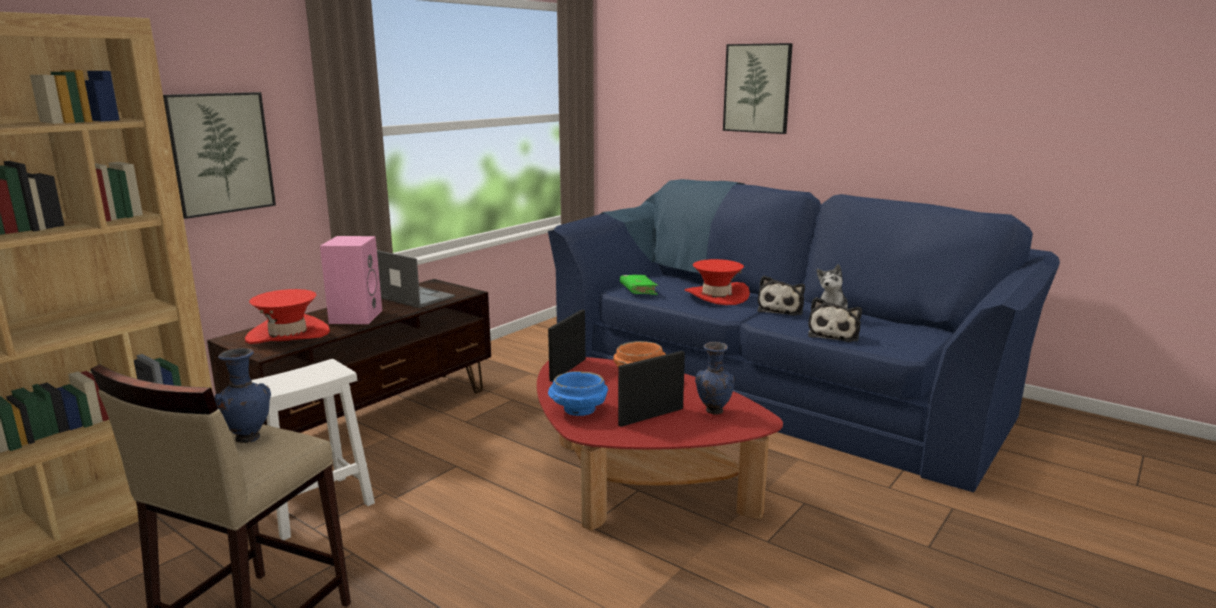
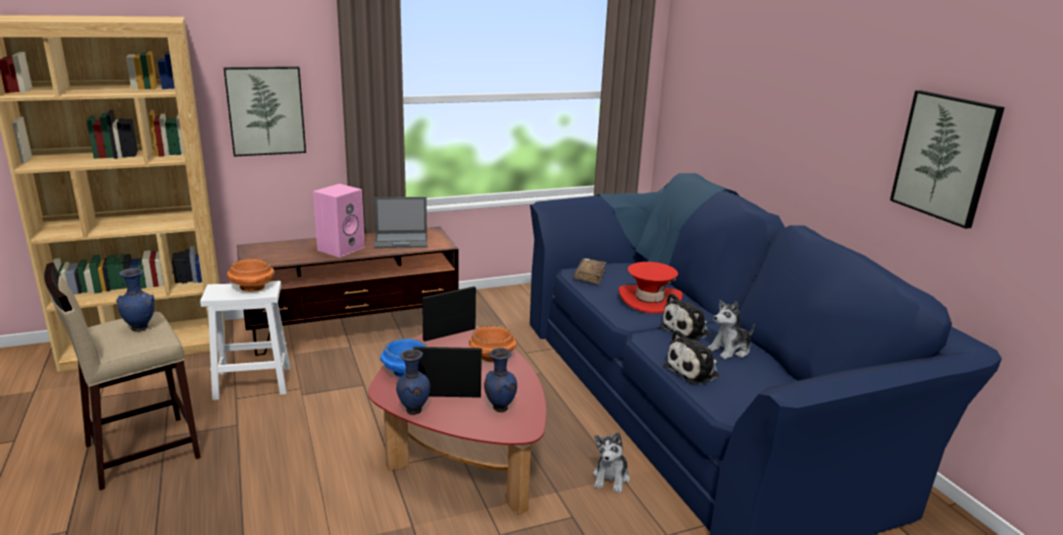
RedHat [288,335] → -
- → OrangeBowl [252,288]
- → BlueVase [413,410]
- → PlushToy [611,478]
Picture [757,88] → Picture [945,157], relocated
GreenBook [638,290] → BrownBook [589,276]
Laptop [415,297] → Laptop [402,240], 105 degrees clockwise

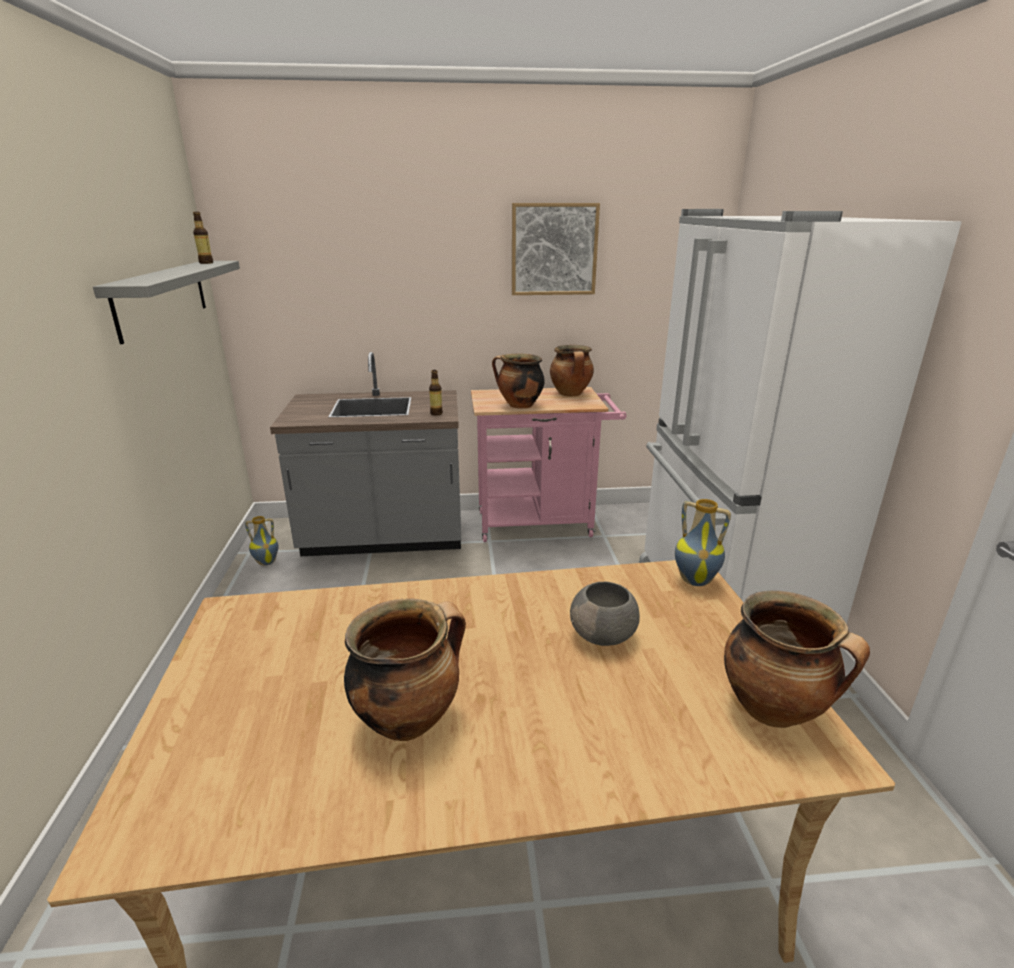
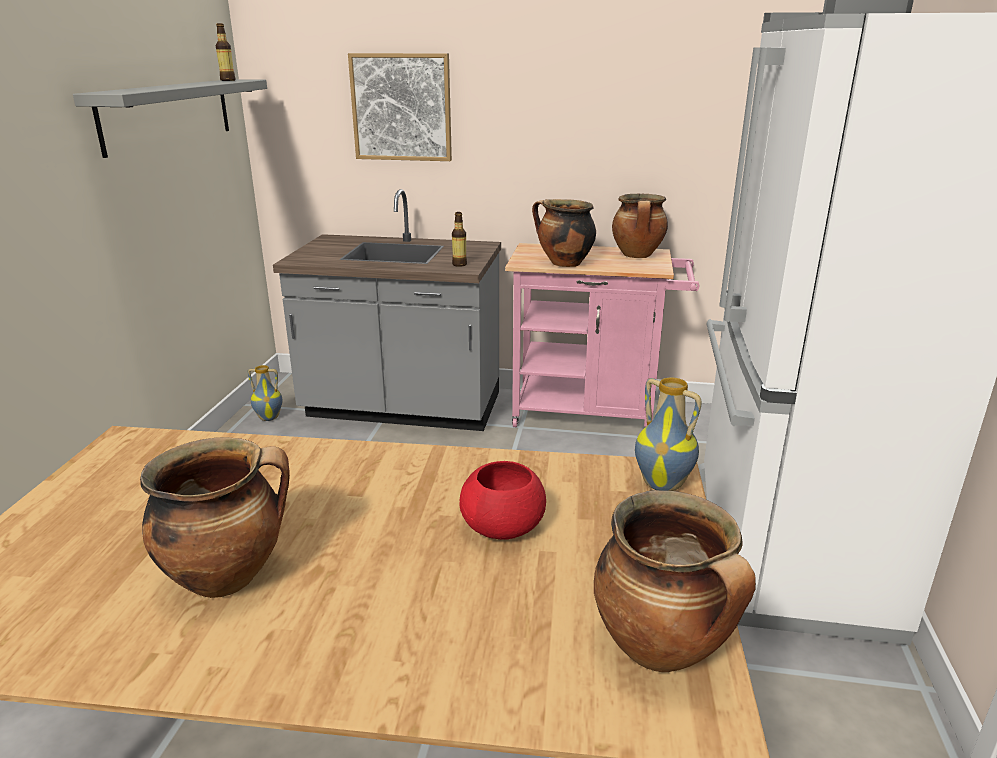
Picture [554,249] → Picture [401,107], relocated
GreyBowl [604,635] → RedBowl [504,527]

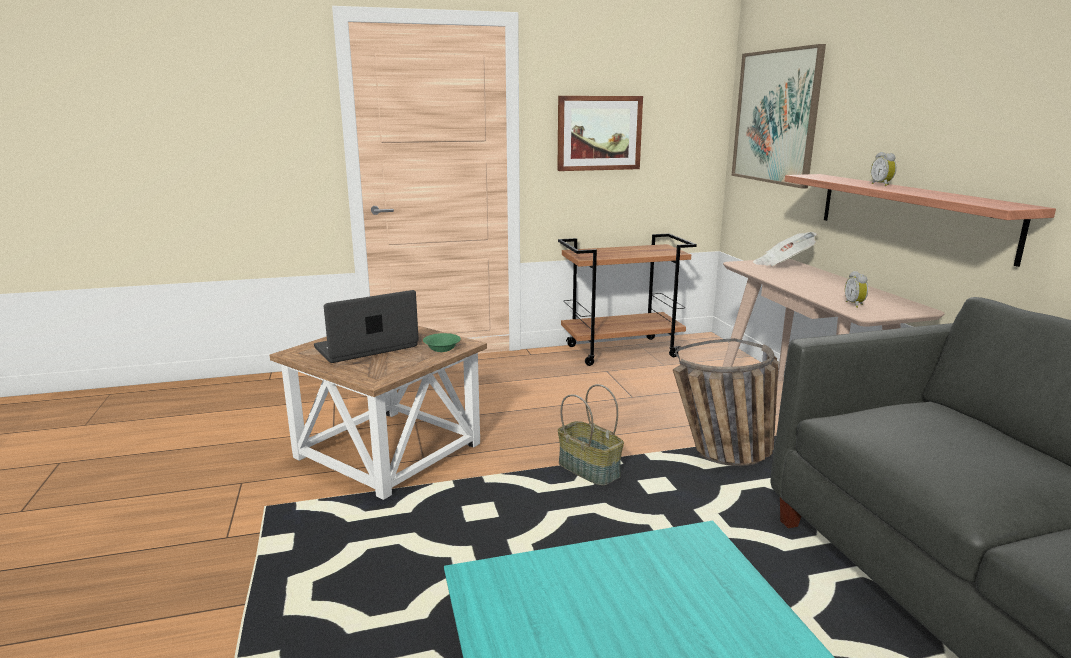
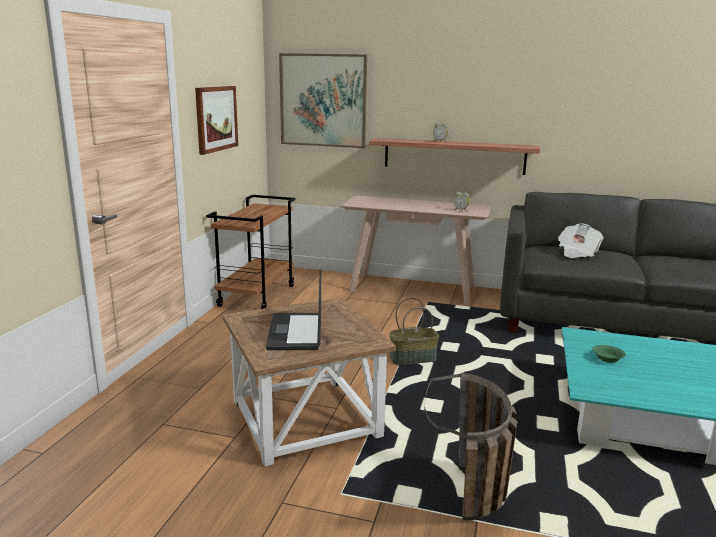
GreenBowl [442,349] → GreenBowl [607,359], relocated
Basket [723,458] → Basket [474,506], relocated
Newspaper [782,264] → Newspaper [577,252], relocated

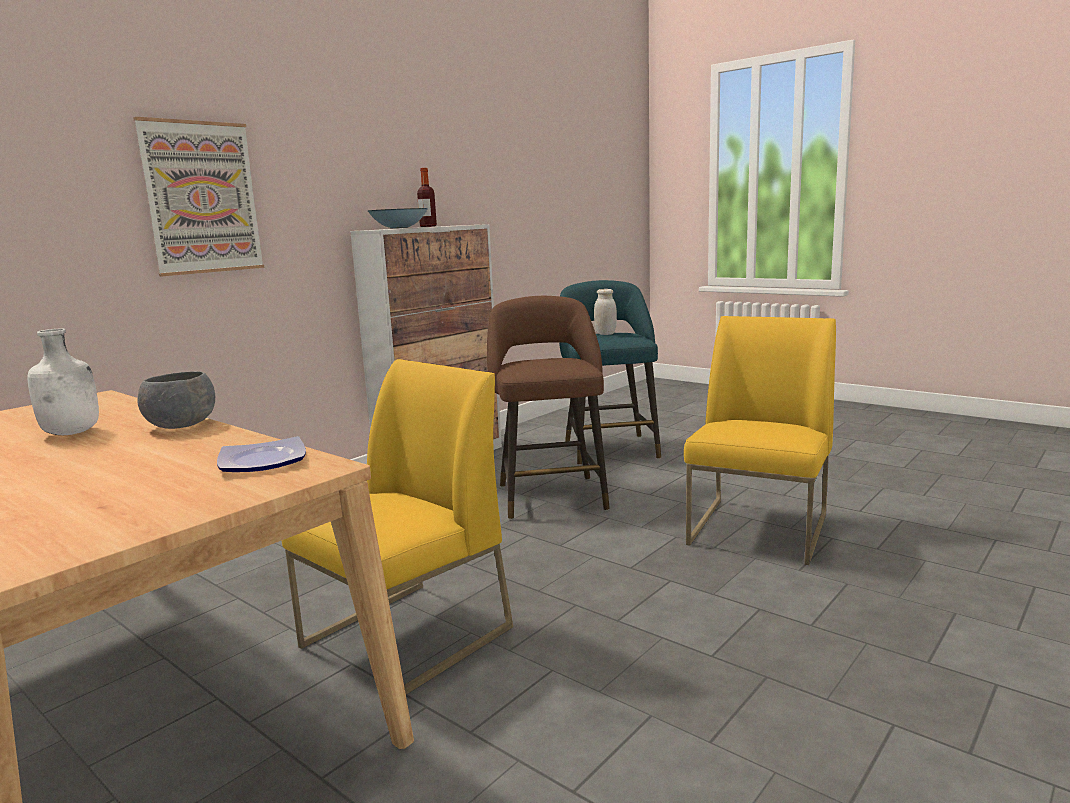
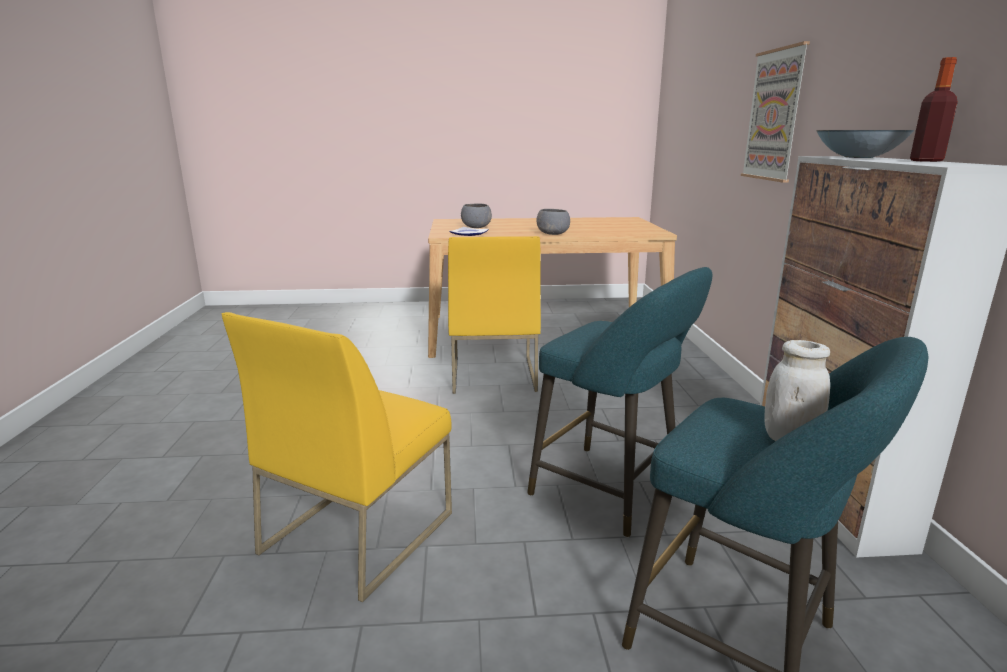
WhiteBottle [73,433] → -
- → GreyBowl [476,227]
BrownStool [550,495] → TurquoiseStool [612,492]
YellowChair [759,530] → YellowChair [358,531], 45 degrees clockwise

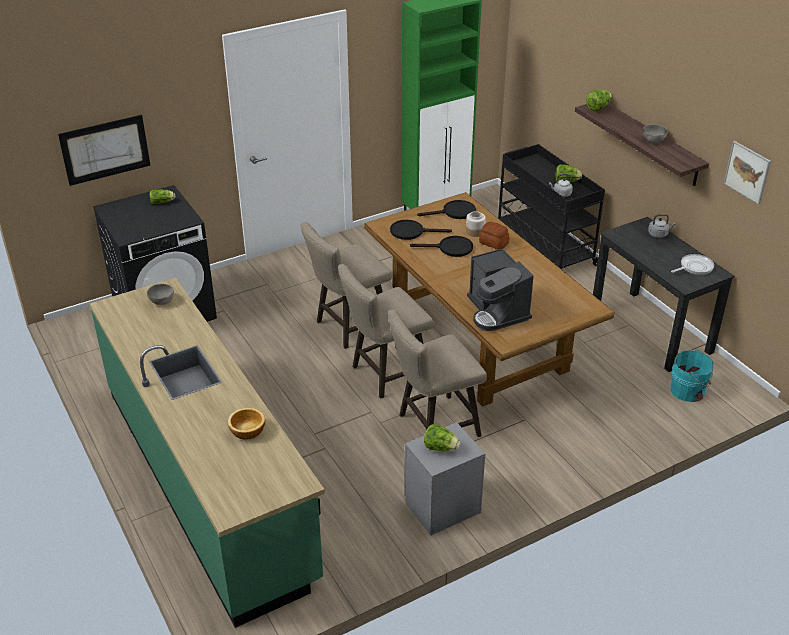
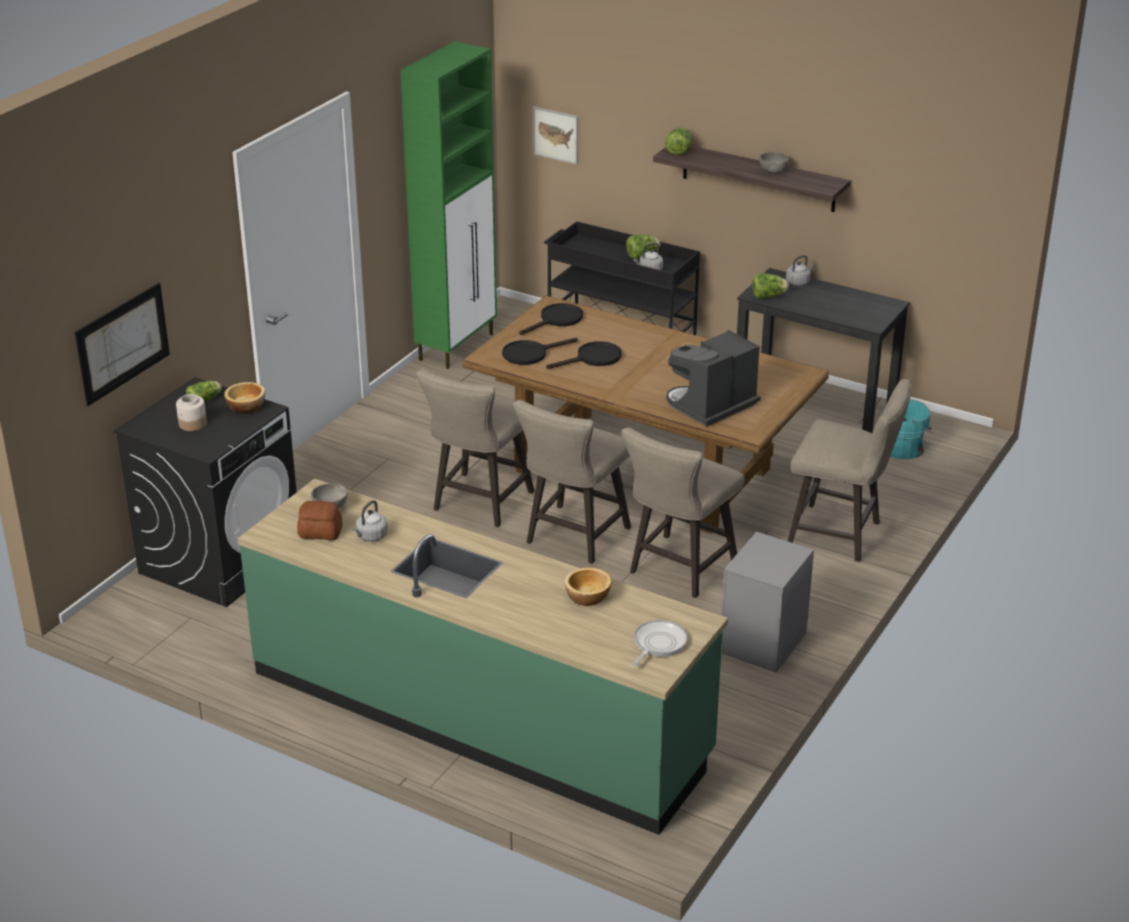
- → Bowl [246,406]
- → GreyKettle [371,537]
- → BeigeStool [841,535]
Lettuce [440,448] → Lettuce [768,296], relocated
Jar [475,232] → Jar [192,424], relocated
Bread [493,243] → Bread [320,532], relocated
FryingPan [694,267] → FryingPan [658,644], relocated
Picture [747,172] → Picture [556,135], relocated
CoffeeMachine [497,312] → CoffeeMachine [711,406], 105 degrees clockwise

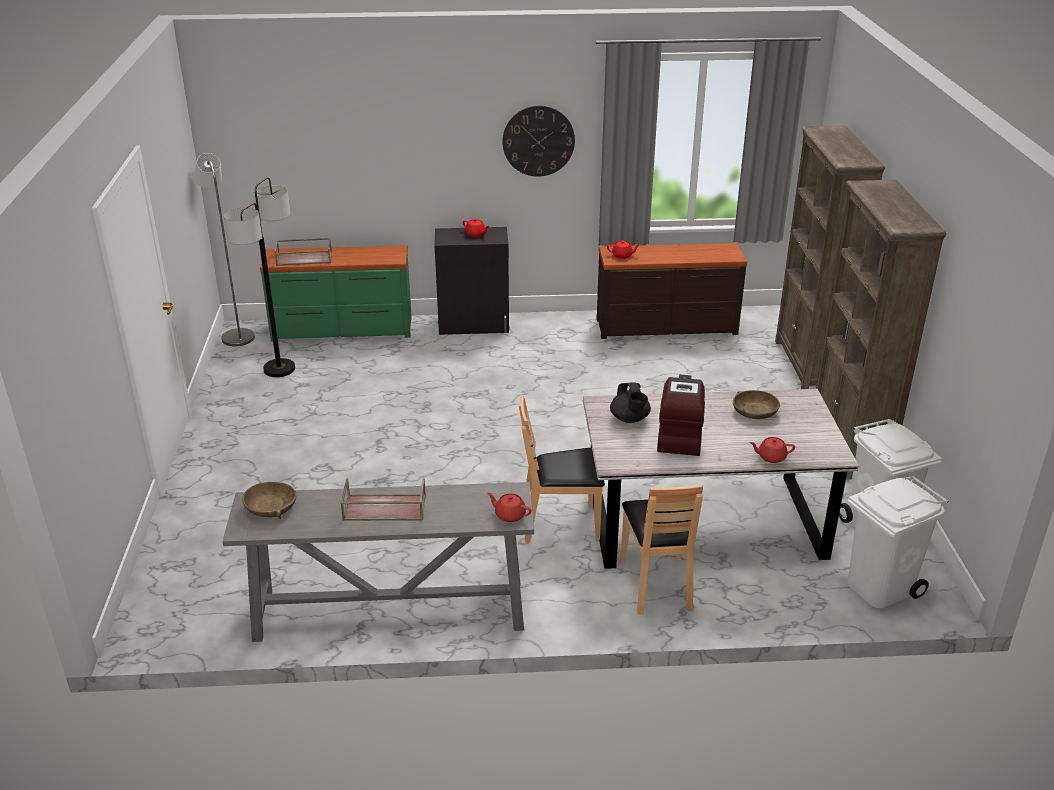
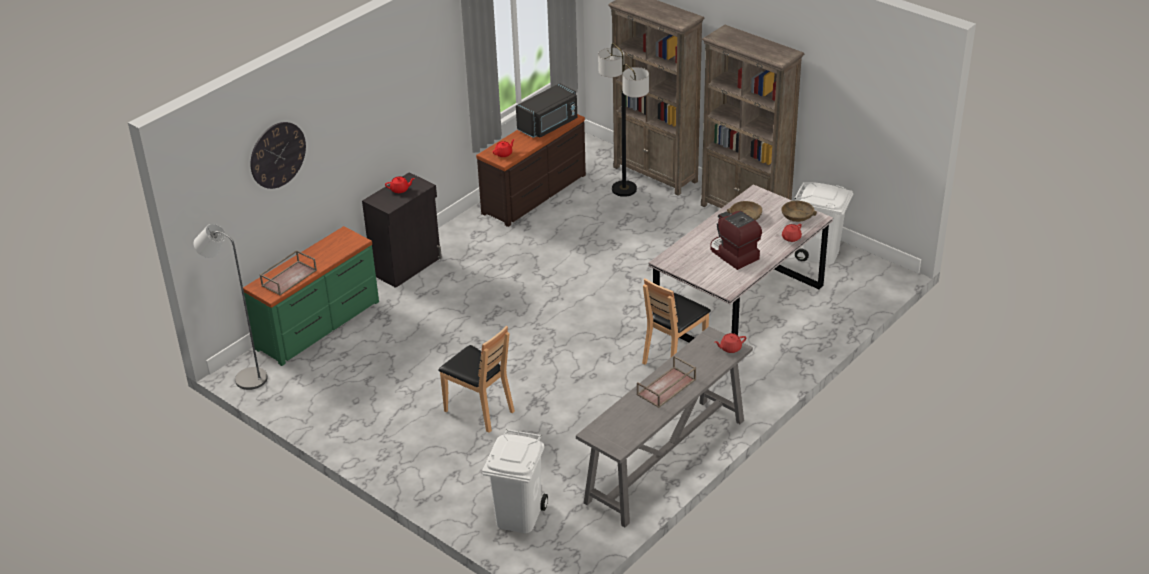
BlackTeapot [630,419] → -
- → BlackMicrowave [549,125]
FloorLamp [279,369] → FloorLamp [624,189], relocated
BrownBowl [271,507] → BrownBowl [797,215], relocated
WallClock [538,141] → WallClock [277,155], relocated
BrownChair [657,584] → BrownChair [479,410], relocated
WhiteTrashCan [879,586] → WhiteTrashCan [517,516], relocated

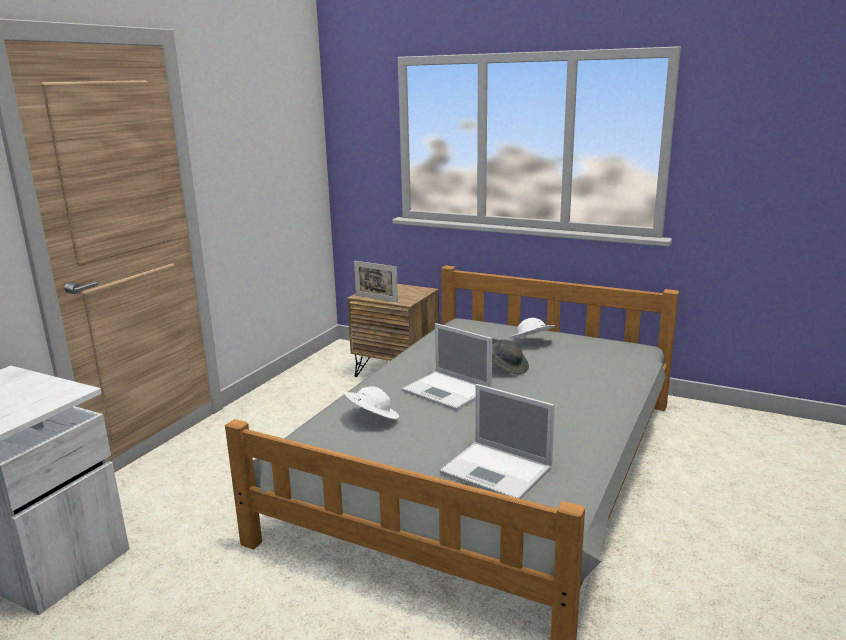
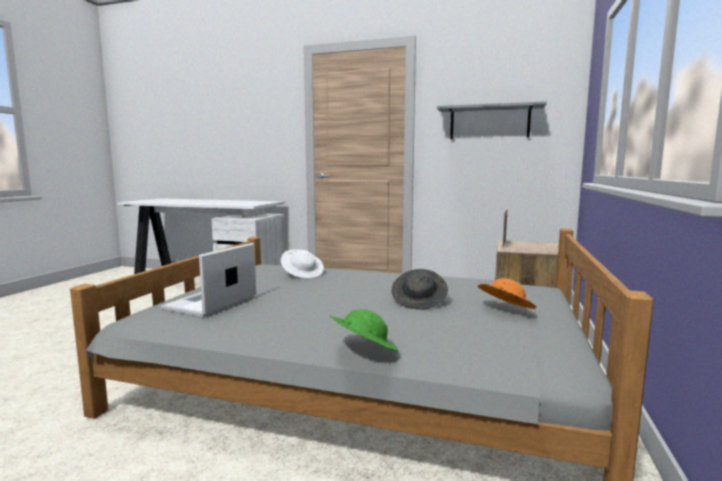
Laptop [448,391] → -
- → GreenHat [363,350]
- → GreyShelf [489,122]
WhiteHat [531,343] → OrangeHat [504,310]

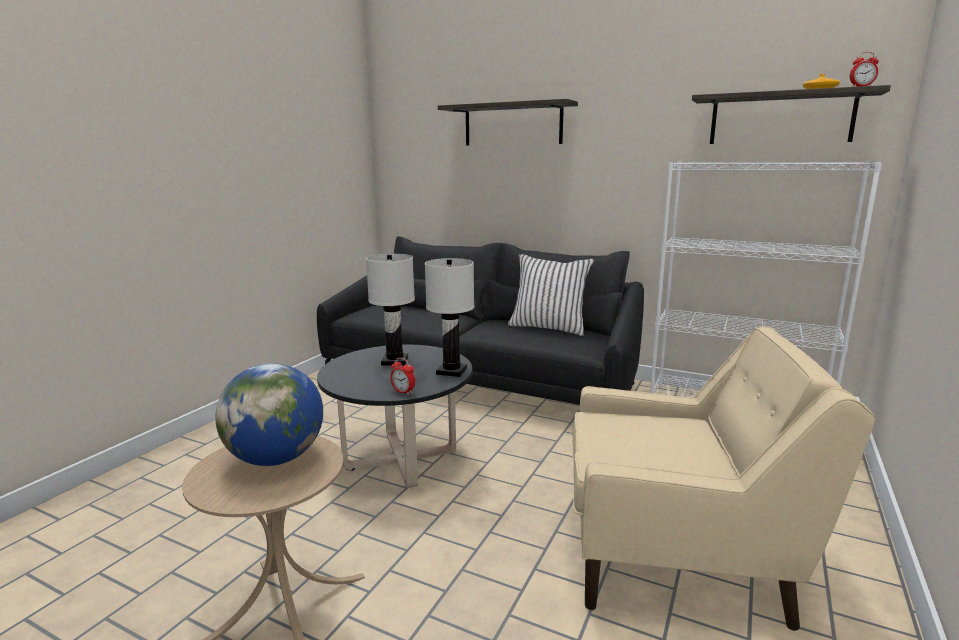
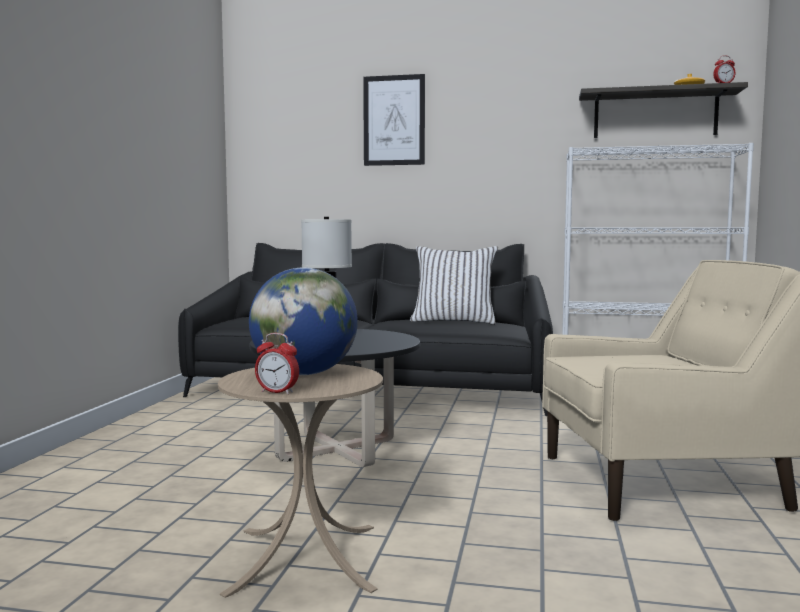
WhiteTableLamp [452,371] → -
AlarmClock [403,392] → AlarmClock [277,392], relocated
Shelf [512,124] → Picture [394,120]

